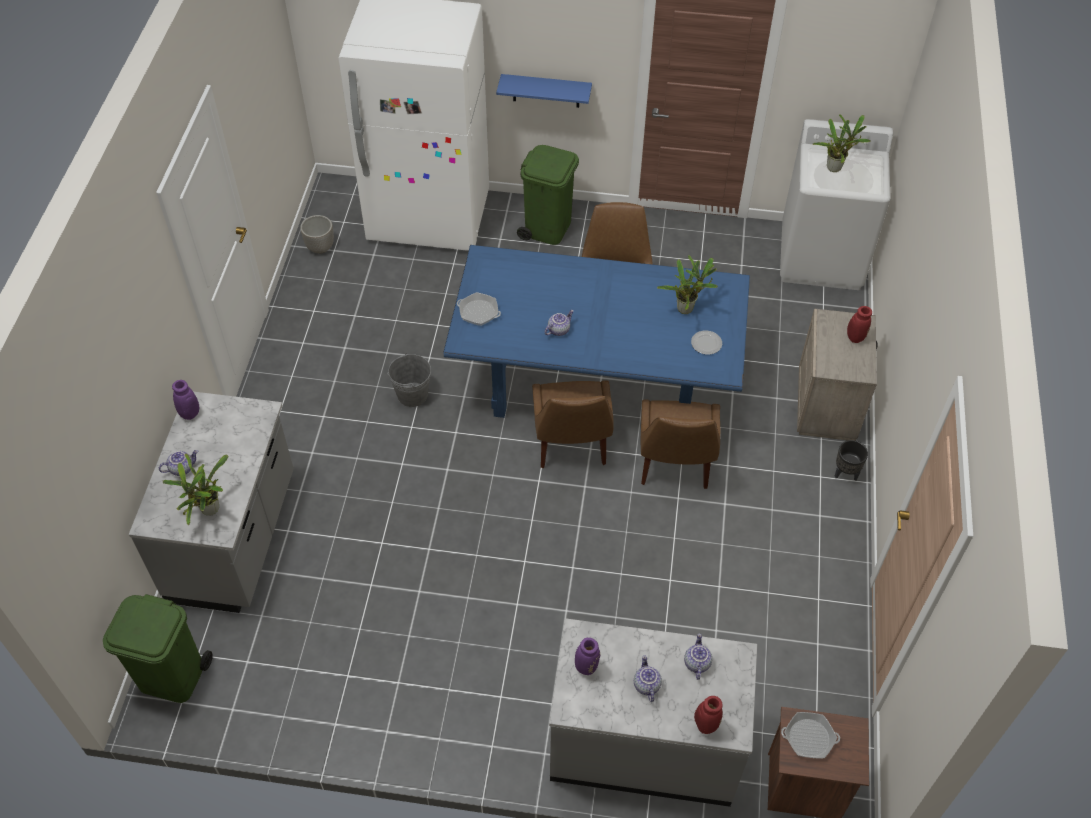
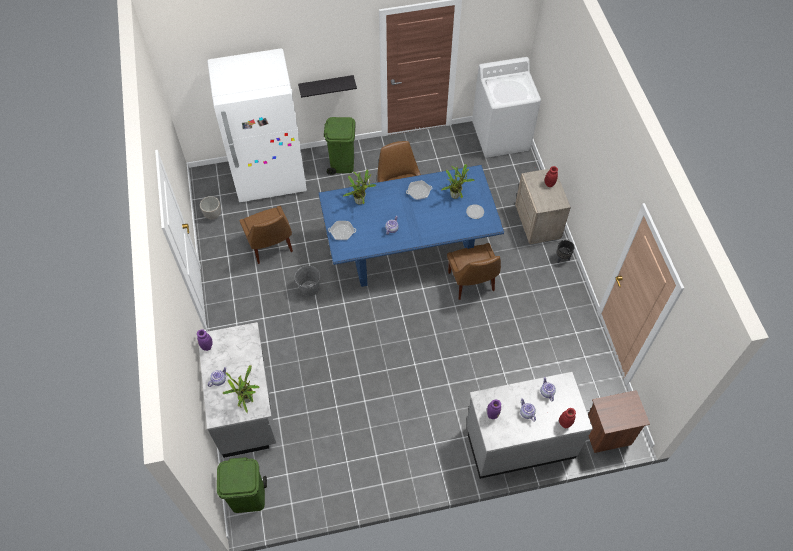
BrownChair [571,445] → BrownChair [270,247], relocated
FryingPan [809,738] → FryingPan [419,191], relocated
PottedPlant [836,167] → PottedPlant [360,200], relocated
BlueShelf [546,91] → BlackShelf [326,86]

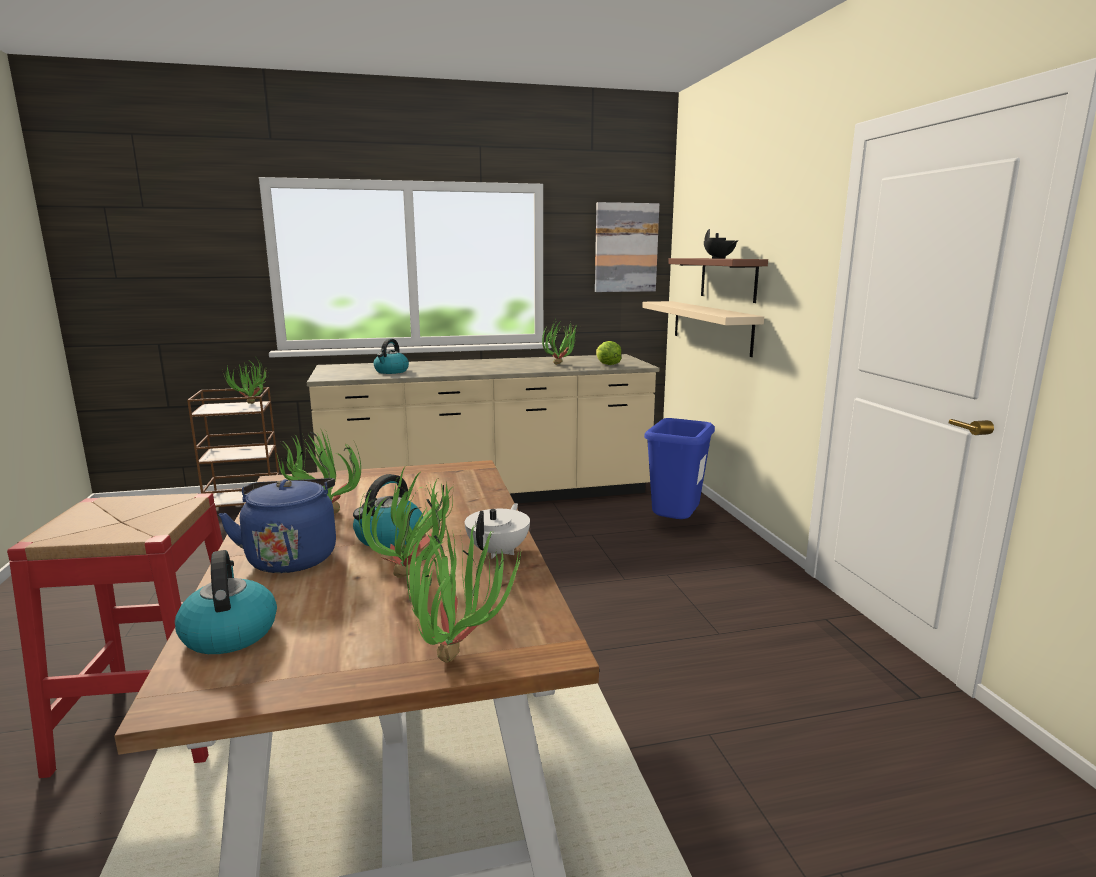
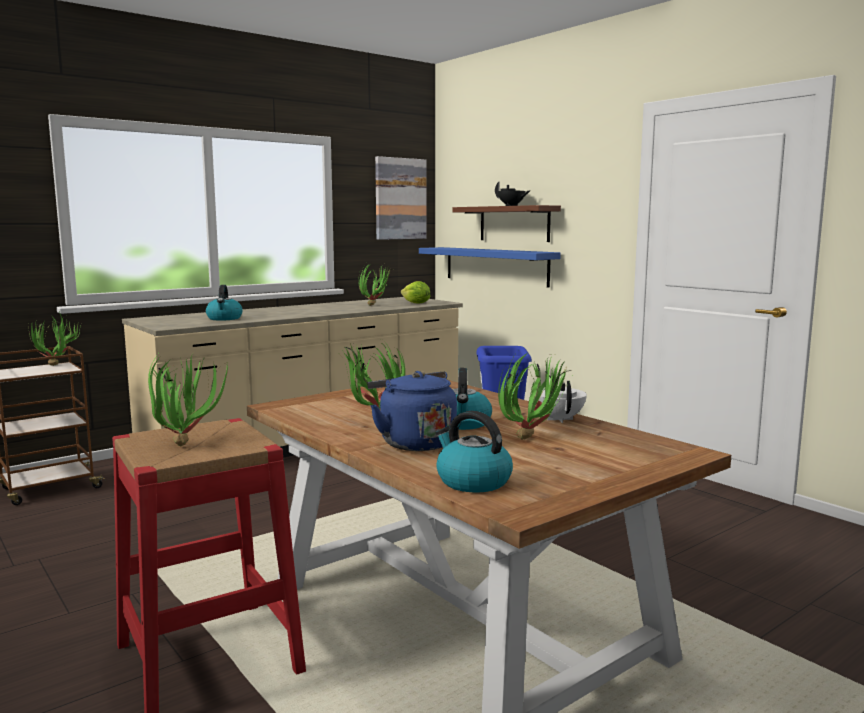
PottedPlant [458,651] → PottedPlant [186,442], relocated
BeigeShelf [711,326] → BlueShelf [495,266]

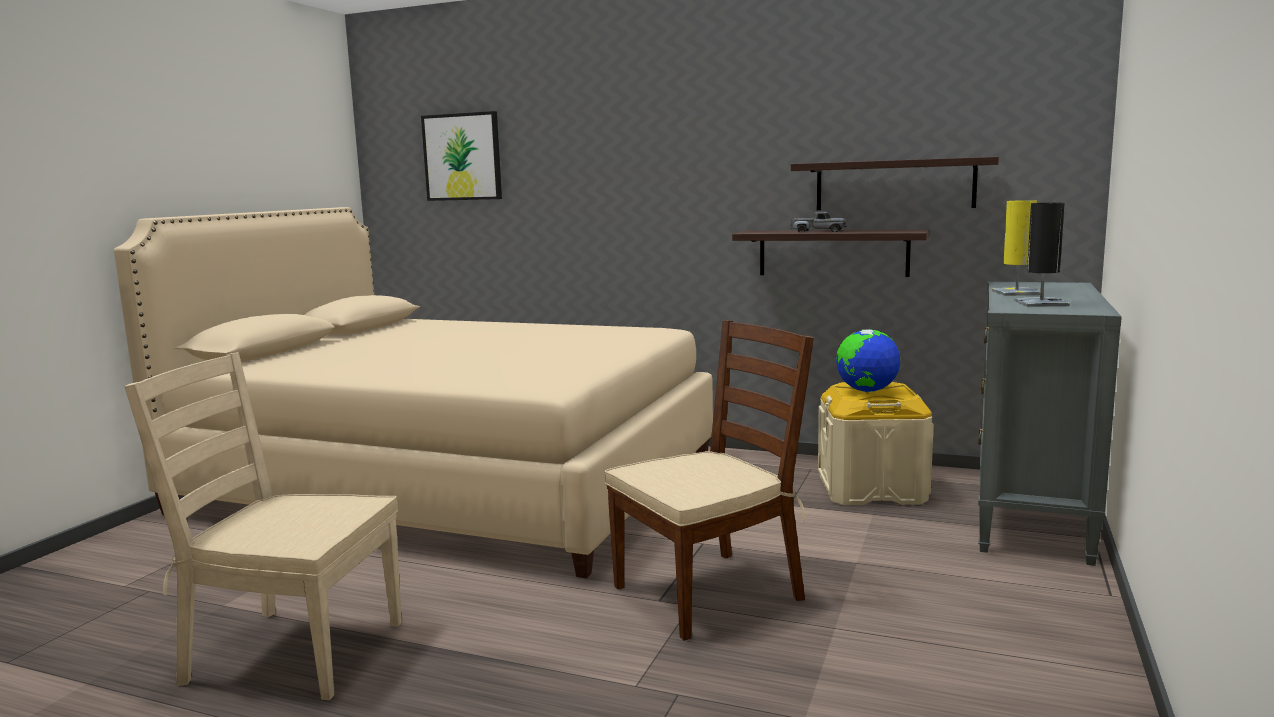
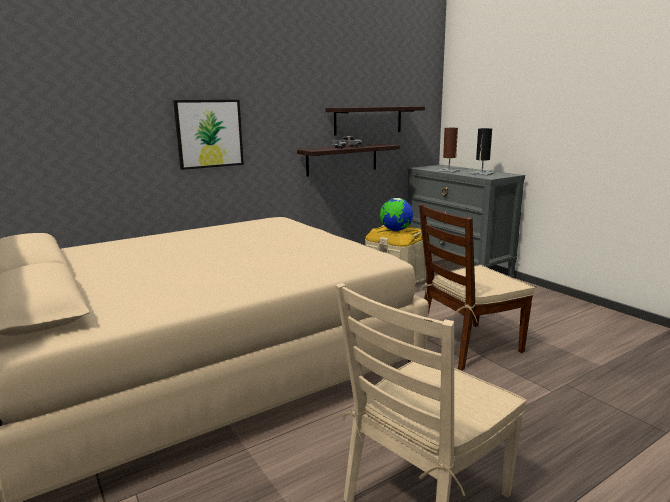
Picture [462,157] → Picture [209,133], relocated
YellowTableLamp [1016,293] → BrownTableLamp [449,171]
BrownChair [709,592] → BrownChair [468,346], 120 degrees counterclockwise

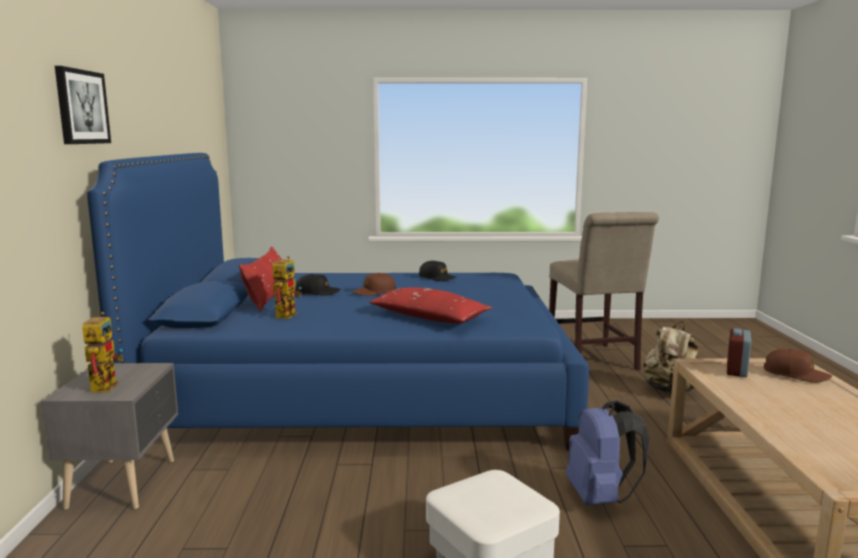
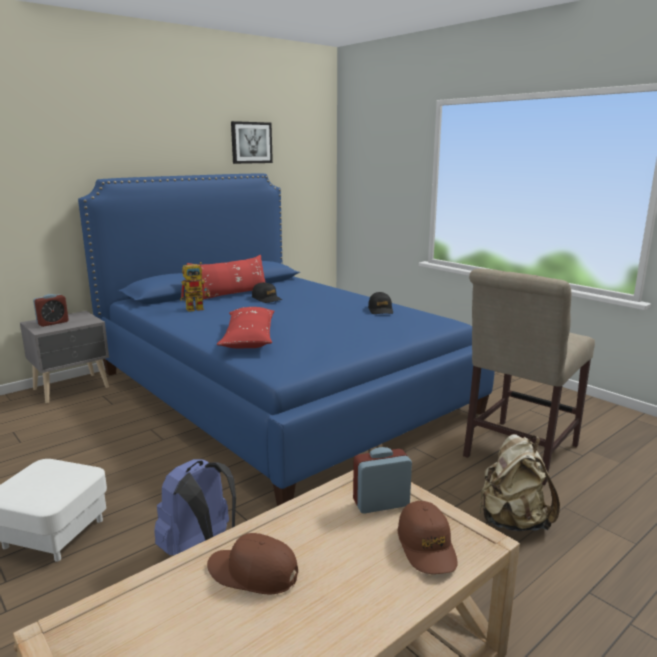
Picture [81,107] → Picture [251,142], relocated
BrownCap [374,292] → BrownCap [253,573], relocated
ToyRobot [104,385] → AlarmClock [53,323]

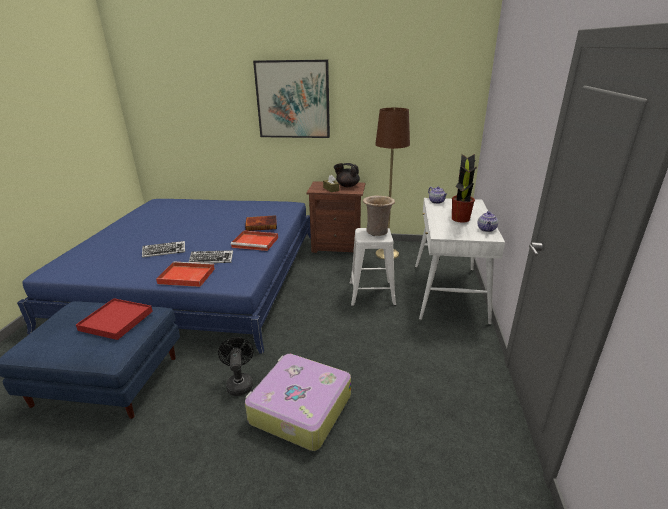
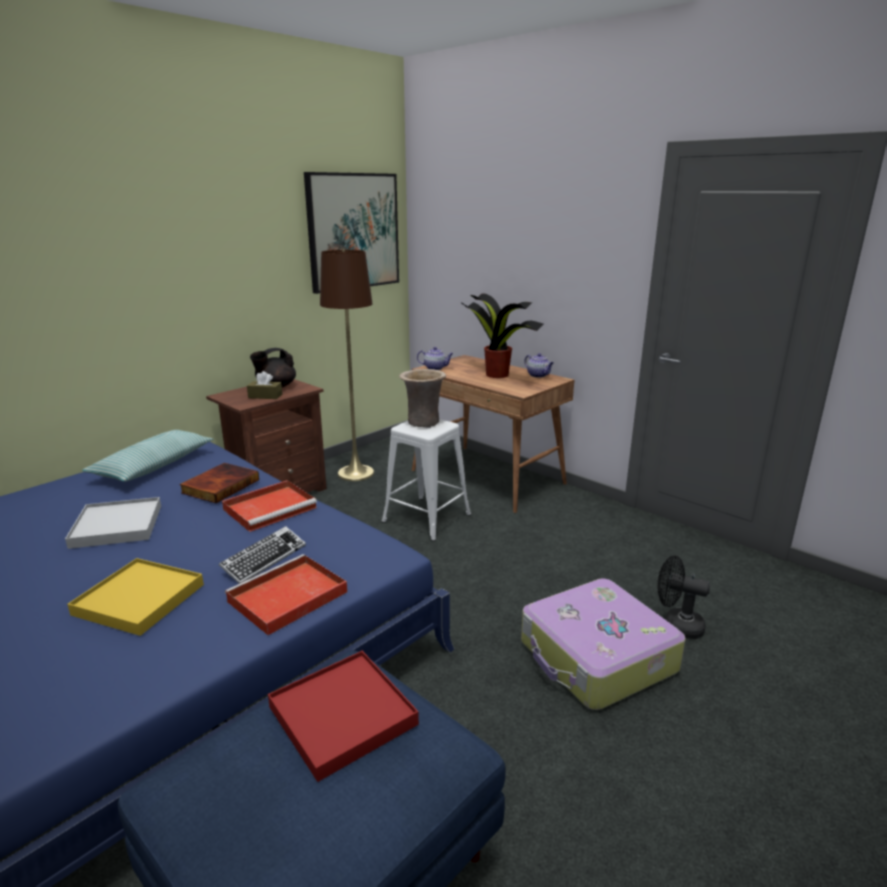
- → WhiteTray [117,526]
- → Pillow [154,466]
BlackFan [239,383] → BlackFan [676,625], relocated
Picture [293,99] → Picture [353,231], relocated
Keyboard [164,251] → YellowTray [139,599]
WhiteDesk [449,292] → BrownDesk [488,477]

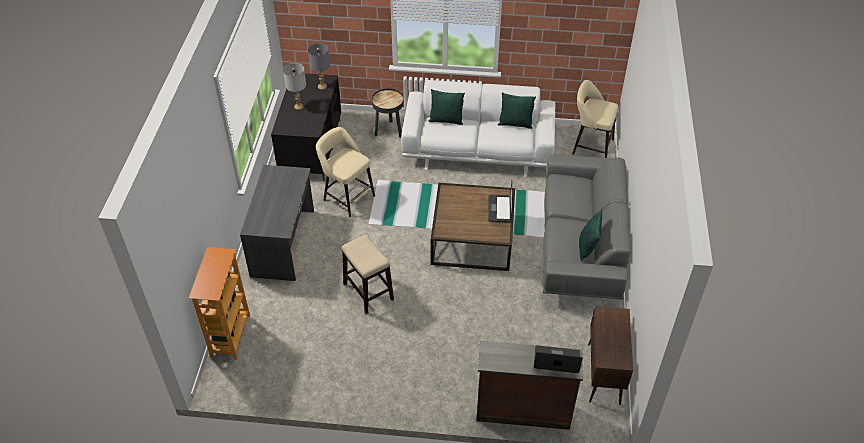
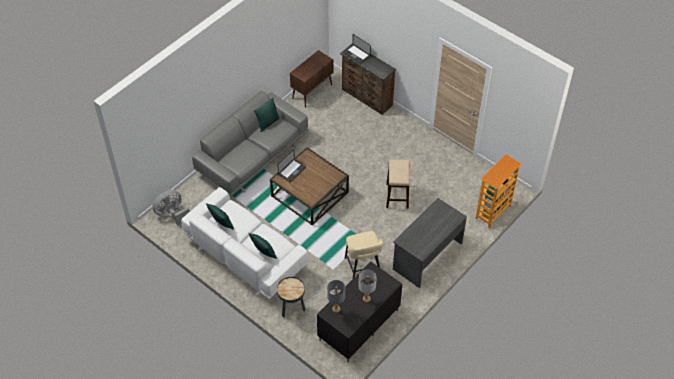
BeigeStool [590,146] → GreyFan [172,214]

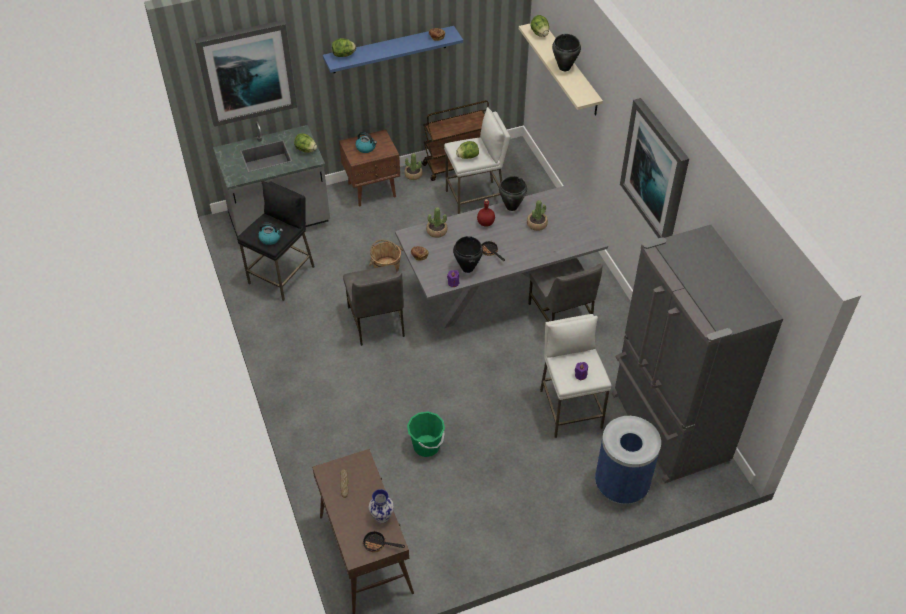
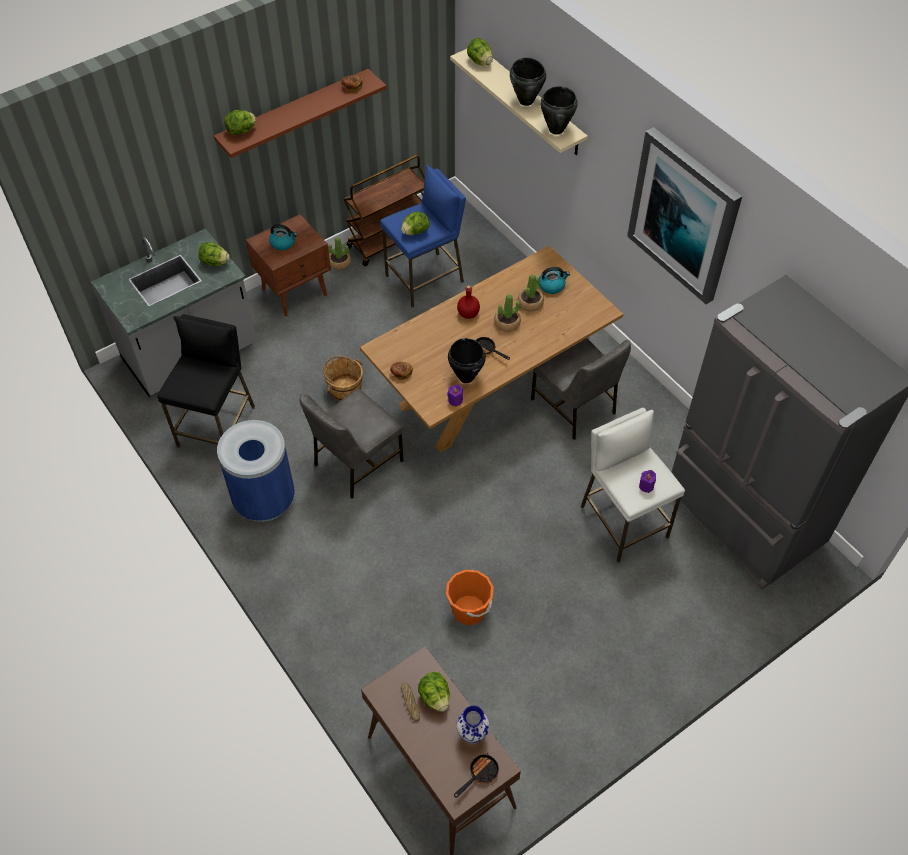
Picture [247,72] → -
- → Lettuce [435,697]
Kettle [270,238] → Kettle [552,286], relocated
PottedPlant [436,231] → PottedPlant [507,323], relocated
BlackCookingPot [511,207] → BlackCookingPot [556,130], relocated
BlueTrashCan [621,485] → BlueTrashCan [264,500], relocated
BlueShelf [389,50] → BrownShelf [294,113]
GreyDiningTable [498,290] → BrownDiningTable [489,390]
GreenBucket [426,446] → OrangeBucket [469,610]
WhiteStool [475,199] → BlueStool [425,279]
GreyChair [377,322] → GreyChair [356,463], 75 degrees clockwise
FryingPan [378,544] → FryingPan [480,774], 135 degrees clockwise

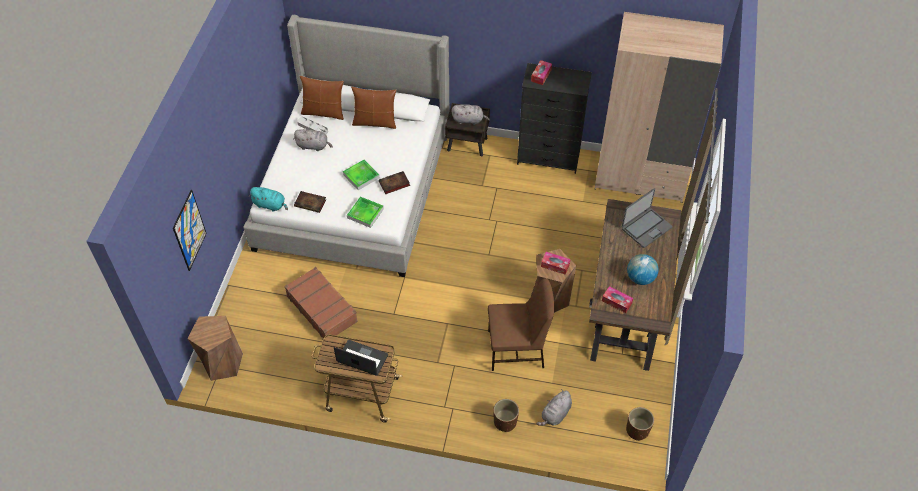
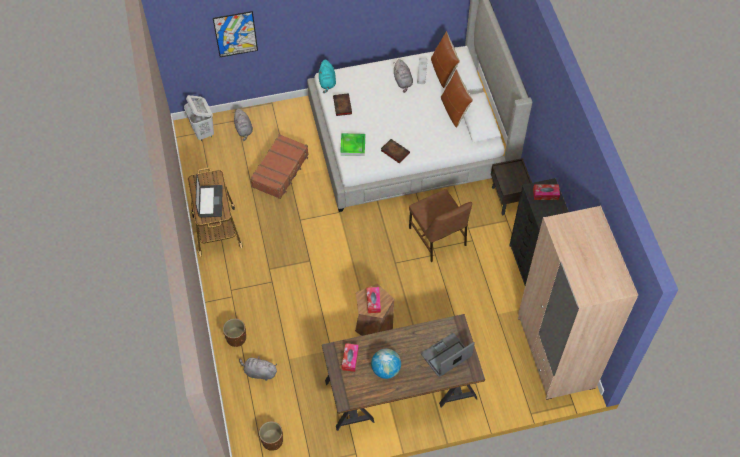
Tray [361,176] → -
GreyPlushToy [469,120] → GreyPlushToy [244,129], relocated
BrownChair [517,349] → BrownChair [437,237], relocated
BrownStool [222,363] → WhiteLaundryBasket [203,132]
Laptop [646,228] → Laptop [446,356], 120 degrees clockwise

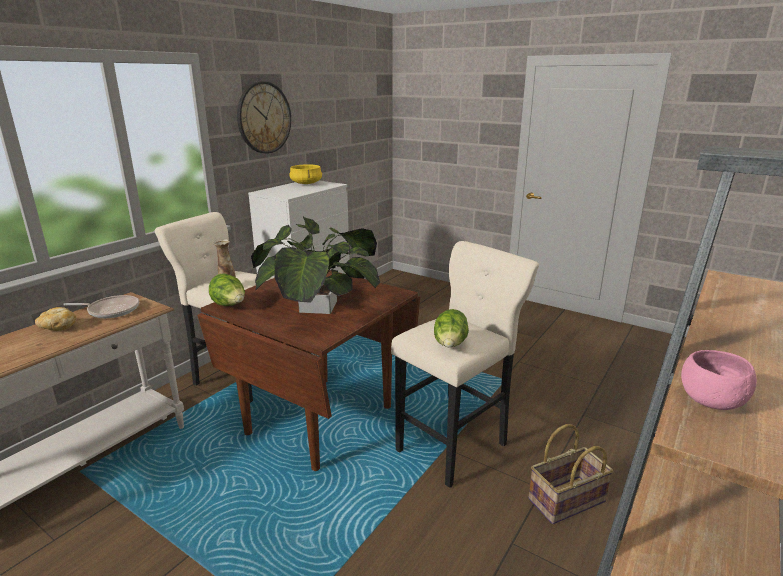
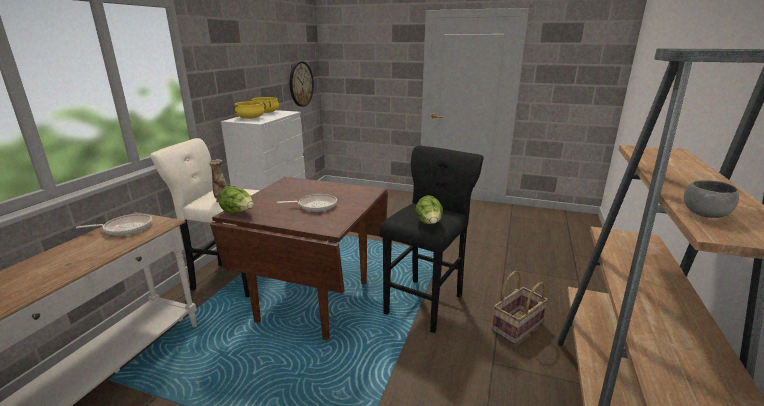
Bread [58,327] → -
- → YellowCookingPot [250,118]
WallClock [264,118] → WallClock [301,84], relocated
PottedPlant [318,306] → FryingPan [315,206]
BeigeStool [455,445] → BlackStool [426,302]
PinkBowl [711,401] → GreyBowl [704,214]

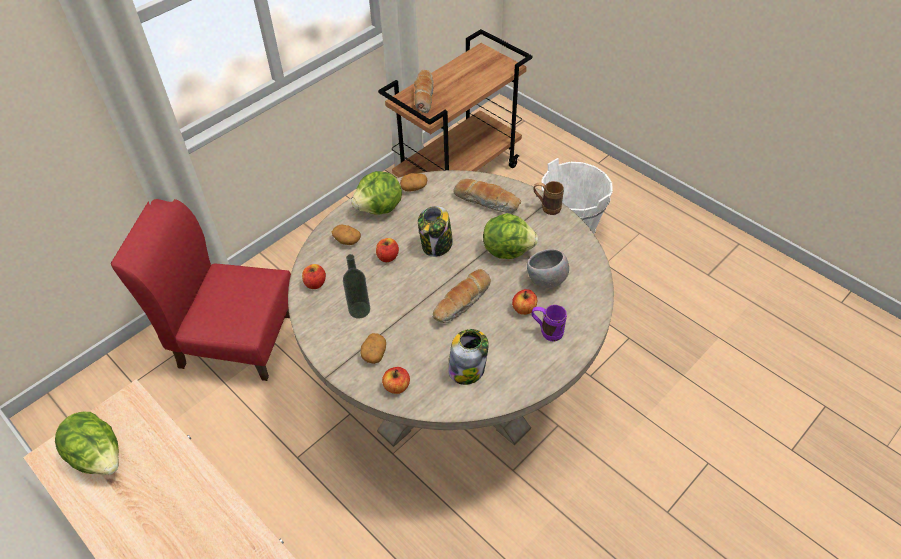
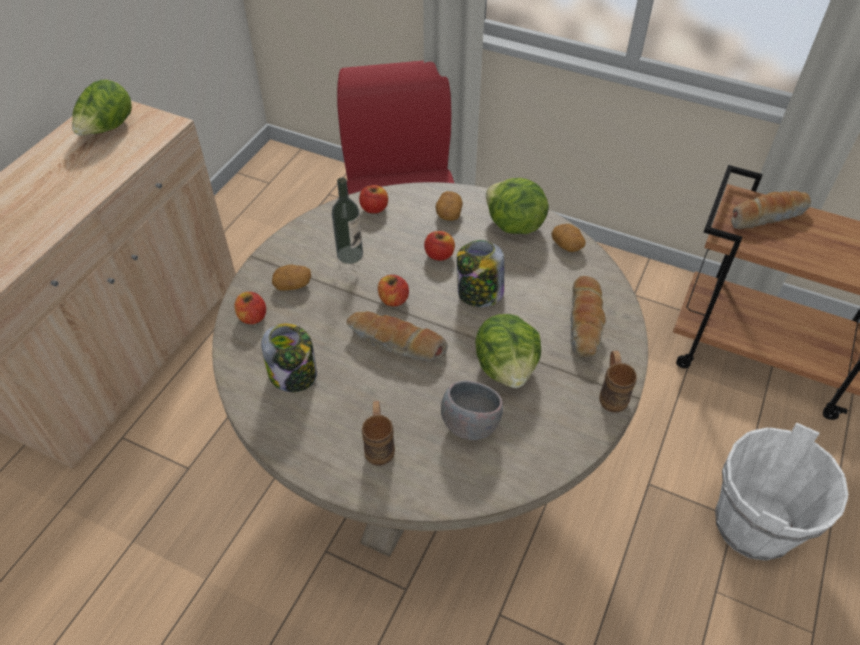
Apple [524,308] → Apple [393,299], relocated
PurpleMug [546,331] → BrownMug [379,445]

